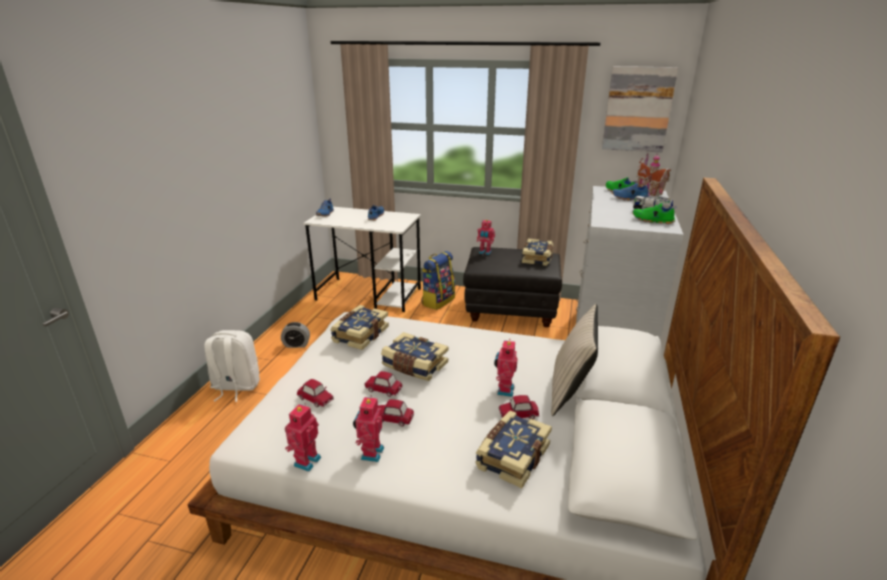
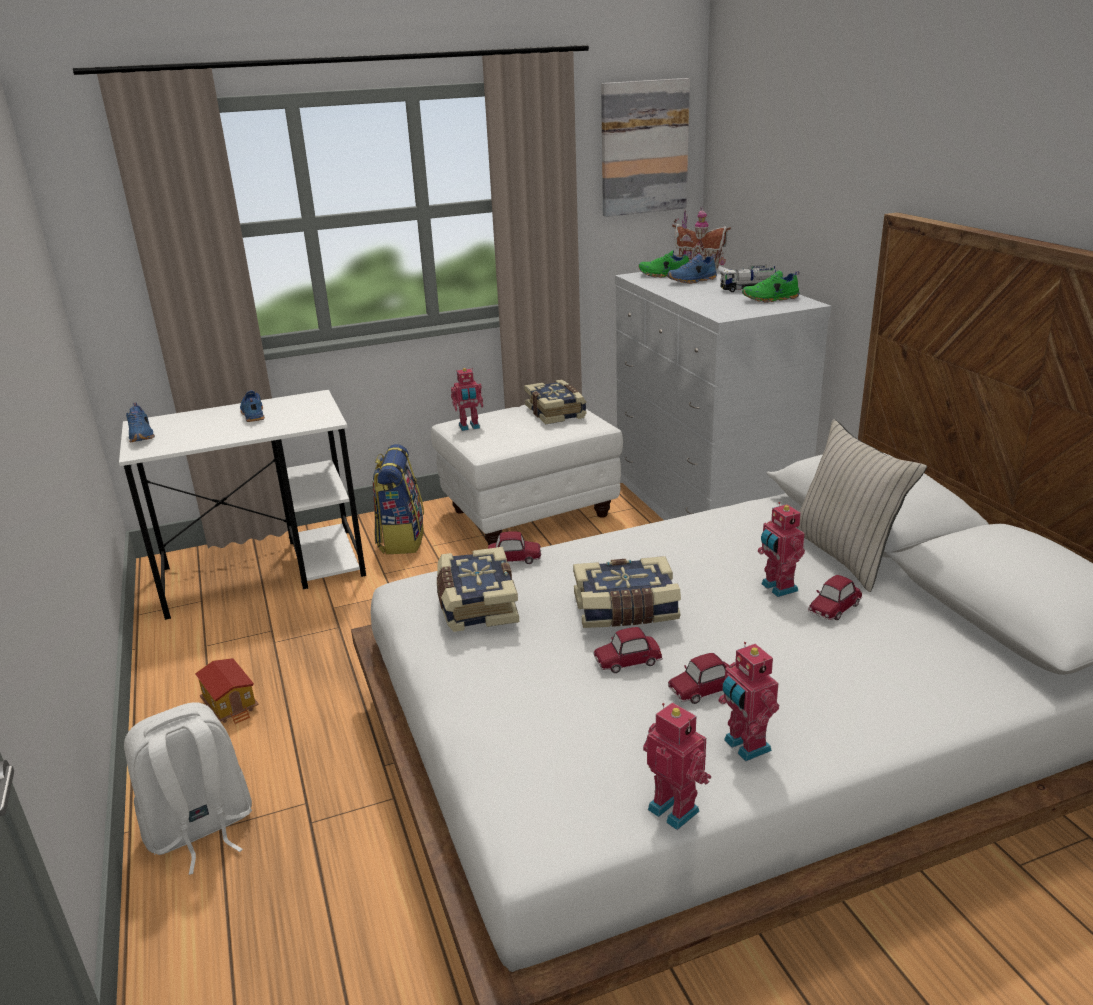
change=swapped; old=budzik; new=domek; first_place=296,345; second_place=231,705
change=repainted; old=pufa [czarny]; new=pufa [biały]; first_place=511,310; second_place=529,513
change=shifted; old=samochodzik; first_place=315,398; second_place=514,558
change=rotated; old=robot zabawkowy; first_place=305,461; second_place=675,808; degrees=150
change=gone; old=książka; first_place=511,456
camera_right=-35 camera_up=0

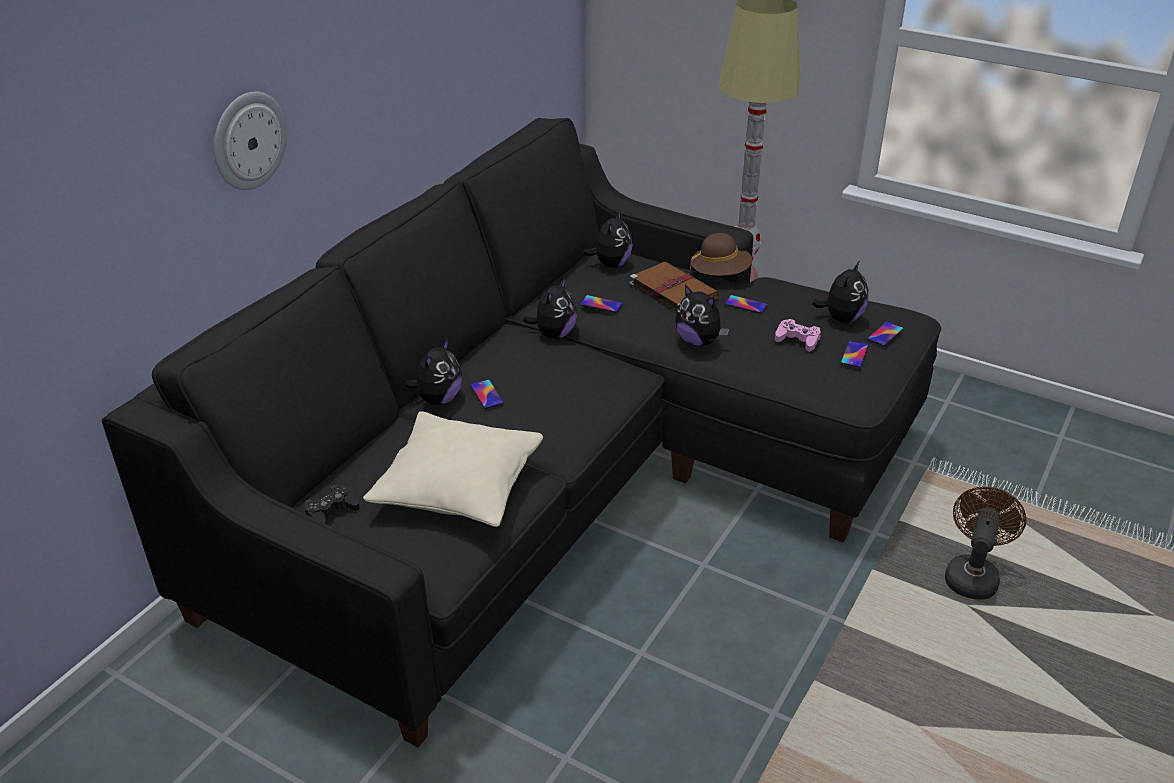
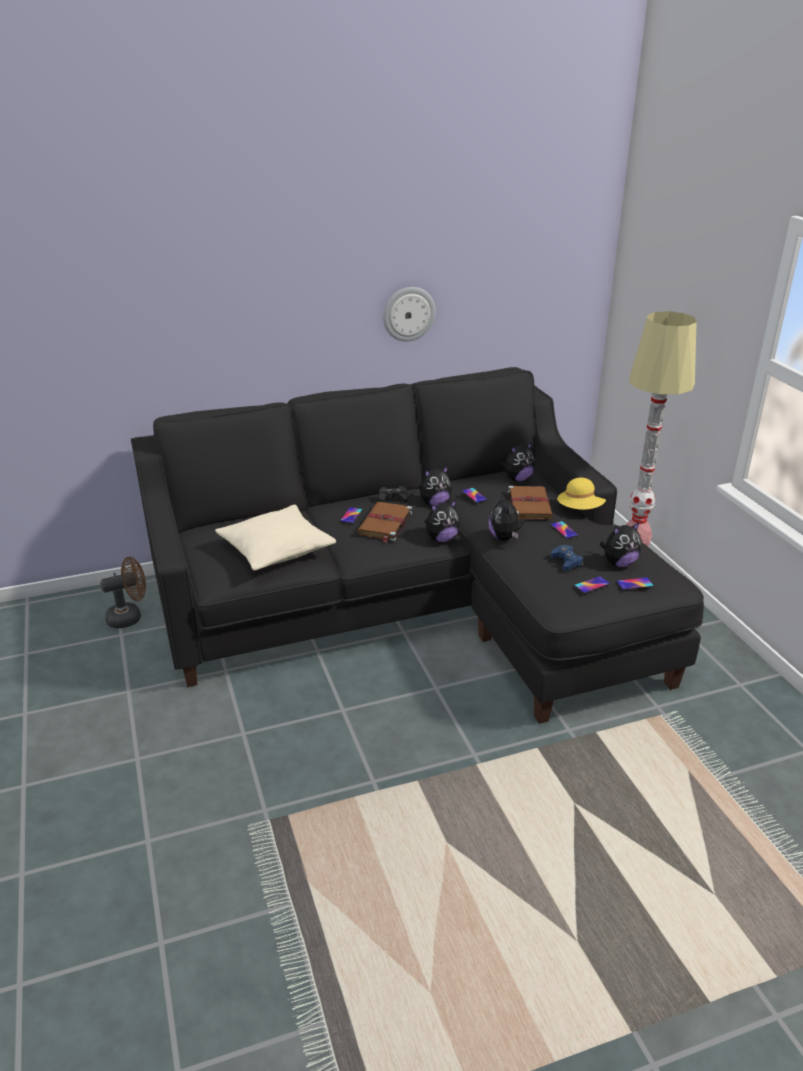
change=shifted; old=wentylator [brązowy]; first_place=972,575; second_place=130,617
change=new; new=książka [brązowy]; second_place=385,524
change=shifted; old=pad do gier [czarny]; first_place=331,512; second_place=393,498
change=shifted; old=zegar ścienny; first_place=248,140; second_place=408,313
change=shifted; old=pluszak; first_place=438,399; second_place=441,539
change=repainted; old=pad do gier [różowy]; new=pad do gier [niebieski]; first_place=797,339; second_place=566,561
change=repainted; old=kapelusz [brązowy]; new=kapelusz [żółty]; first_place=720,274; second_place=580,509
camera_right=40 camera_up=-5

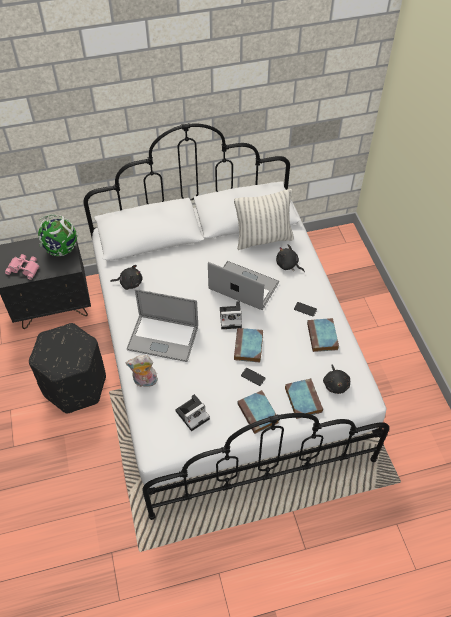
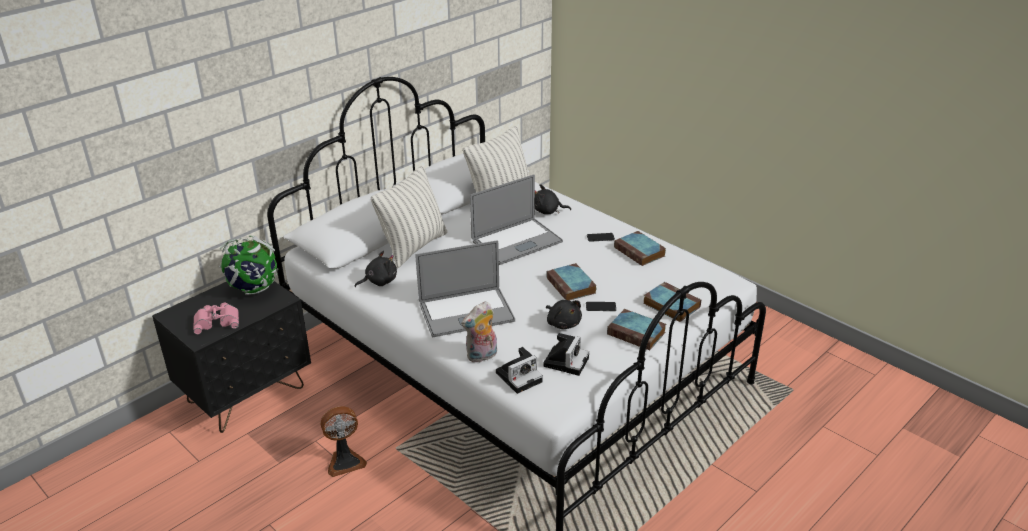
change=swapped; old=pufa [czarny]; new=wentylator; first_place=76,386; second_place=345,461
change=new; new=poduszka; second_place=414,247
change=rotated; old=laptop; first_place=243,286; second_place=517,241; degrees=150
change=shifted; old=aparat fotograficzny; first_place=231,318; second_place=520,376
change=shifted; old=pluszak [czarny]; first_place=335,384; second_place=563,323
camera_right=-30 camera_up=-20

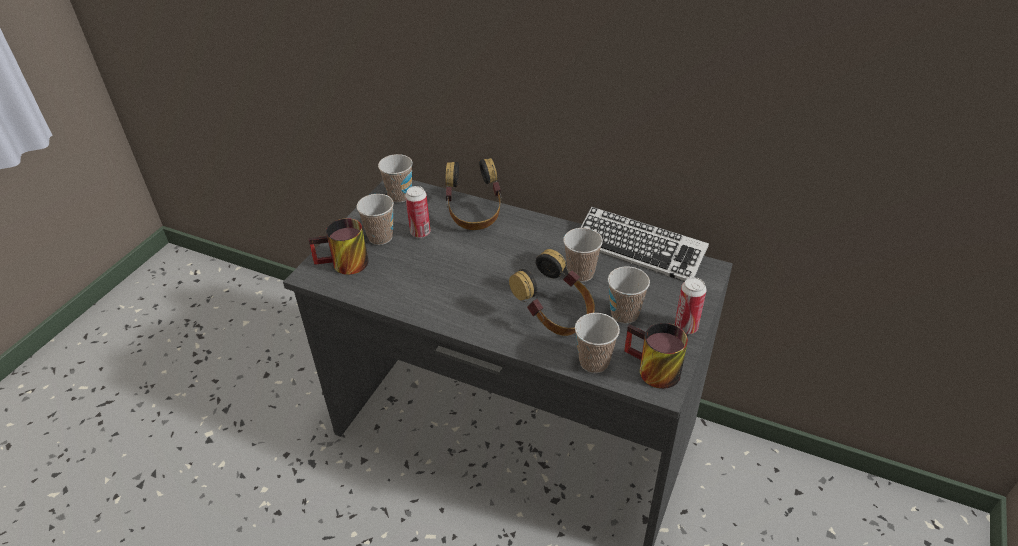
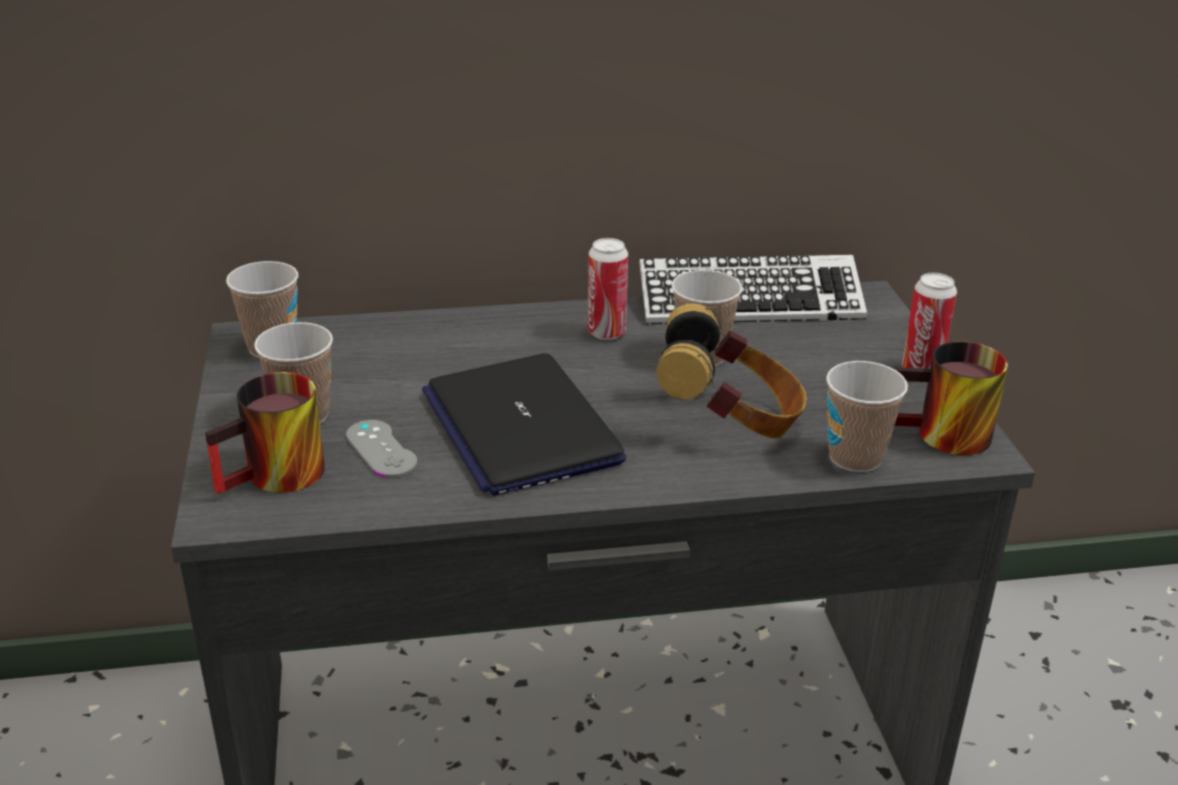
change=new; new=pad do gier [szary]; second_place=381,449
change=new; new=laptop; second_place=520,426
change=shifted; old=puszka; first_place=420,232; second_place=606,332
change=gone; old=słuchawki; first_place=474,214
change=gone; old=filiżanka; first_place=624,314
camera_right=-35 camera_up=-10

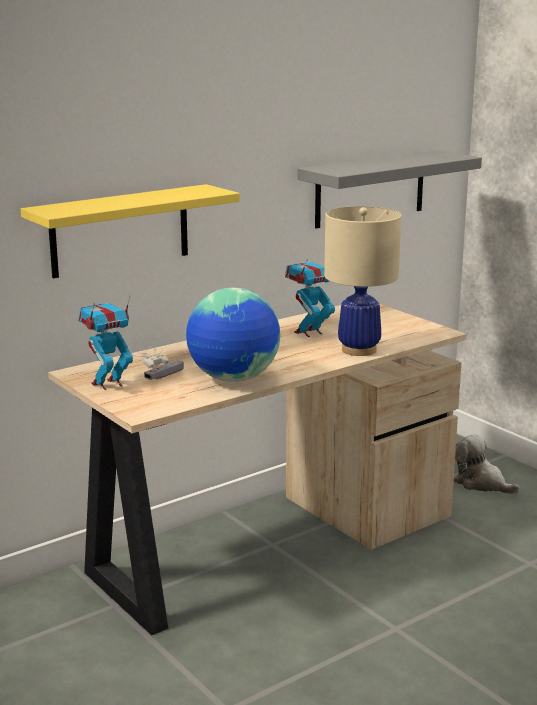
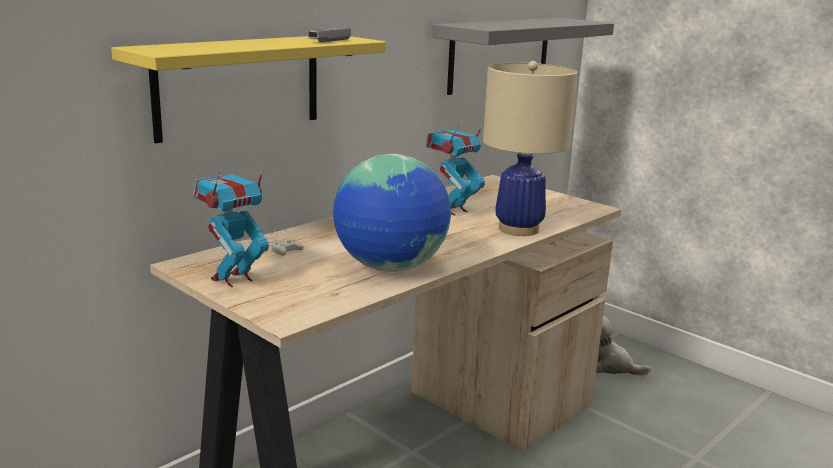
change=shifted; old=pad do gier [szary]; first_place=164,376; second_place=329,41
camera_right=-10 camera_up=0

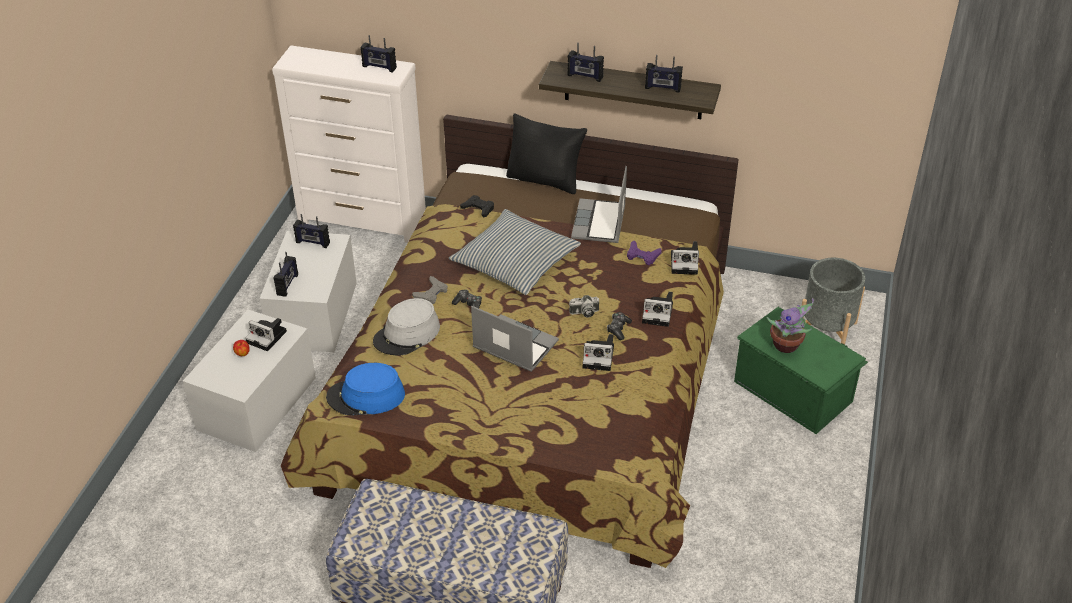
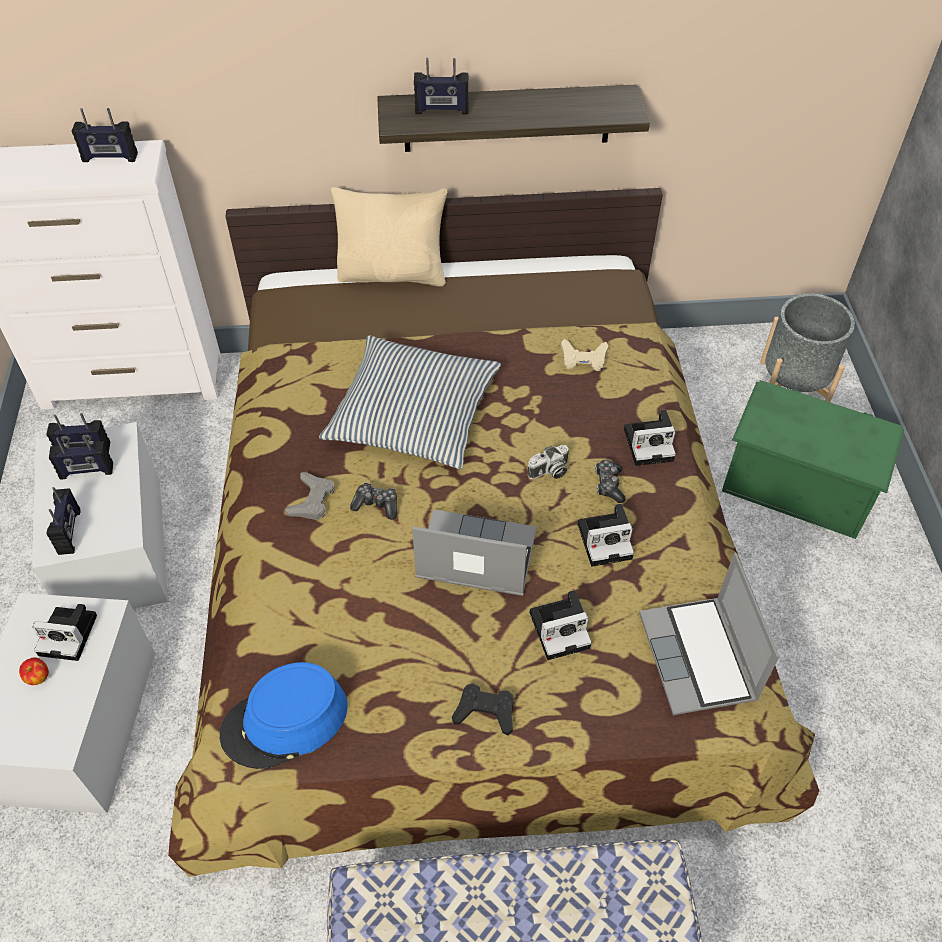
change=shifted; old=radio; first_place=662,88; second_place=86,472
change=repainted; old=poduszka [czarny]; new=poduszka [beżowy]; first_place=545,180; second_place=393,274
change=shifted; old=pad do gier [czarny]; first_place=478,209; second_place=485,711
change=shifted; old=aparat fotograficzny; first_place=685,263; second_place=561,628
change=repainted; old=pad do gier [fioletowy]; new=pad do gier [beżowy]; first_place=642,256; second_place=583,359
change=shifted; old=laptop; first_place=599,223; second_place=699,658
change=gone; old=kapelusz [szary]; first_place=407,334
change=gone; old=roślina doniczkowa; first_place=787,346
camera_right=-20 camera_up=10

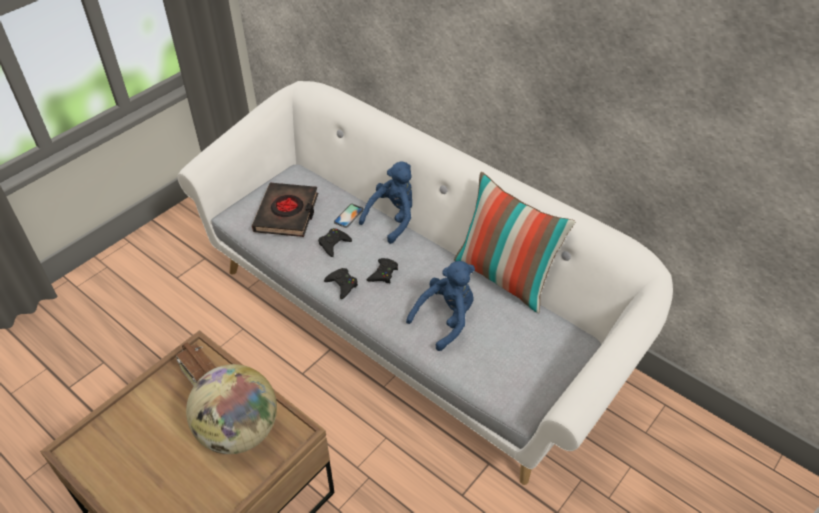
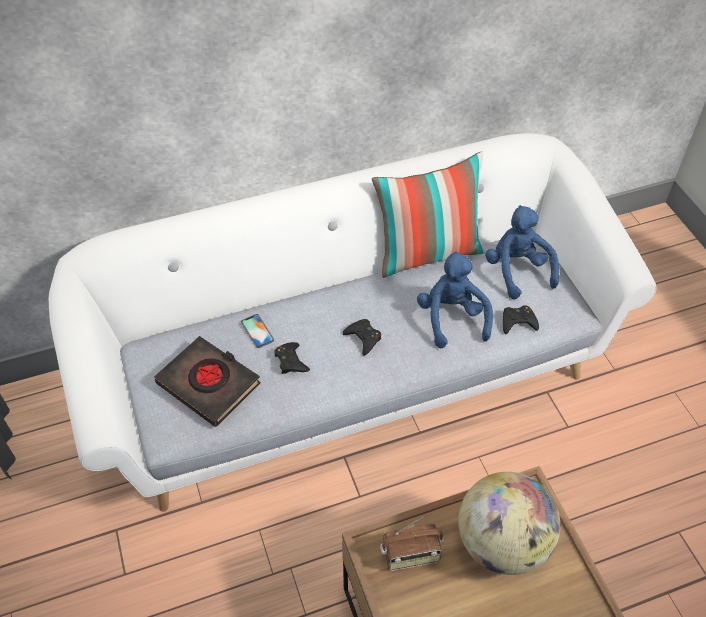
change=shifted; old=pluszak [niebieski]; first_place=393,219; second_place=517,271
change=shifted; old=pad do gier [czarny]; first_place=342,285; second_place=518,322
camera_right=-60 camera_up=5

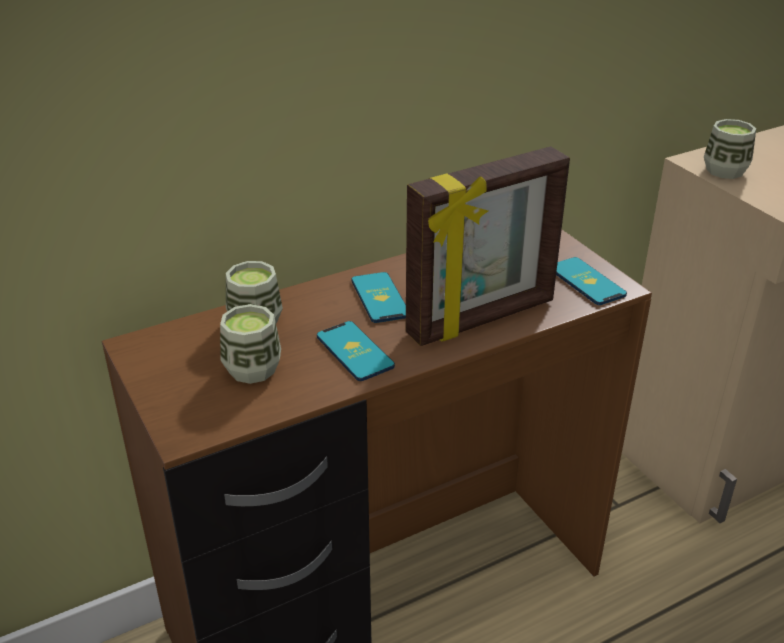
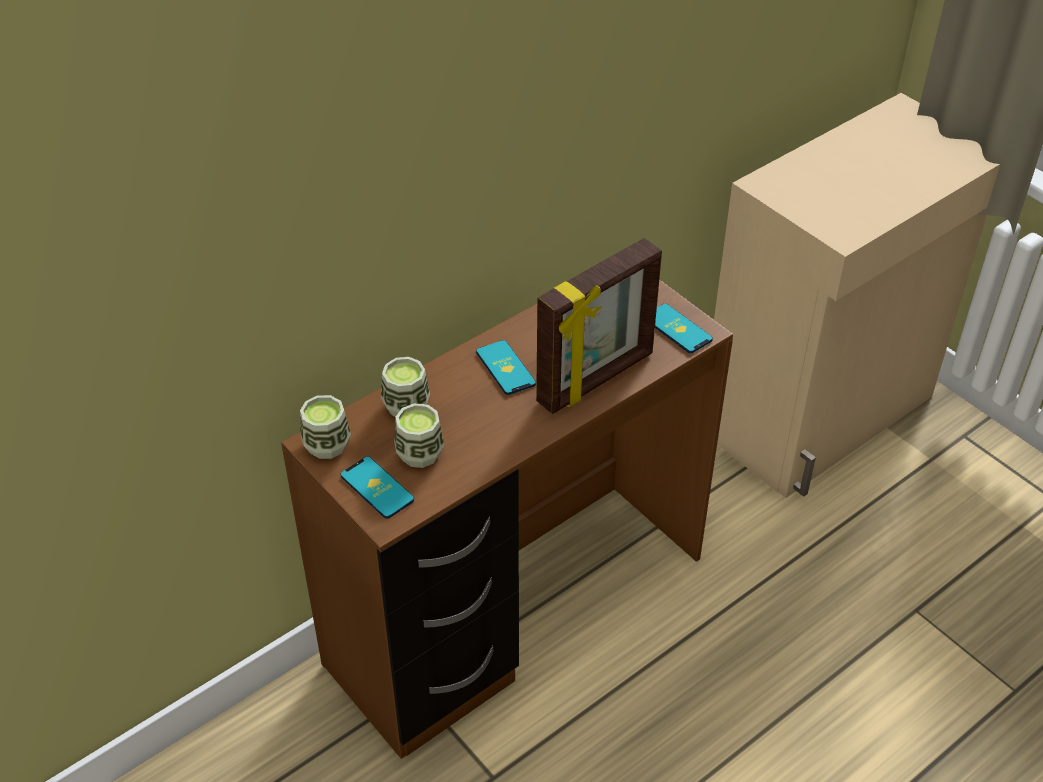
change=shifted; old=filiżanka; first_place=725,171; second_place=327,445
change=shifted; old=telefon; first_place=354,351; second_place=377,488
camera_right=-10 camera_up=10

